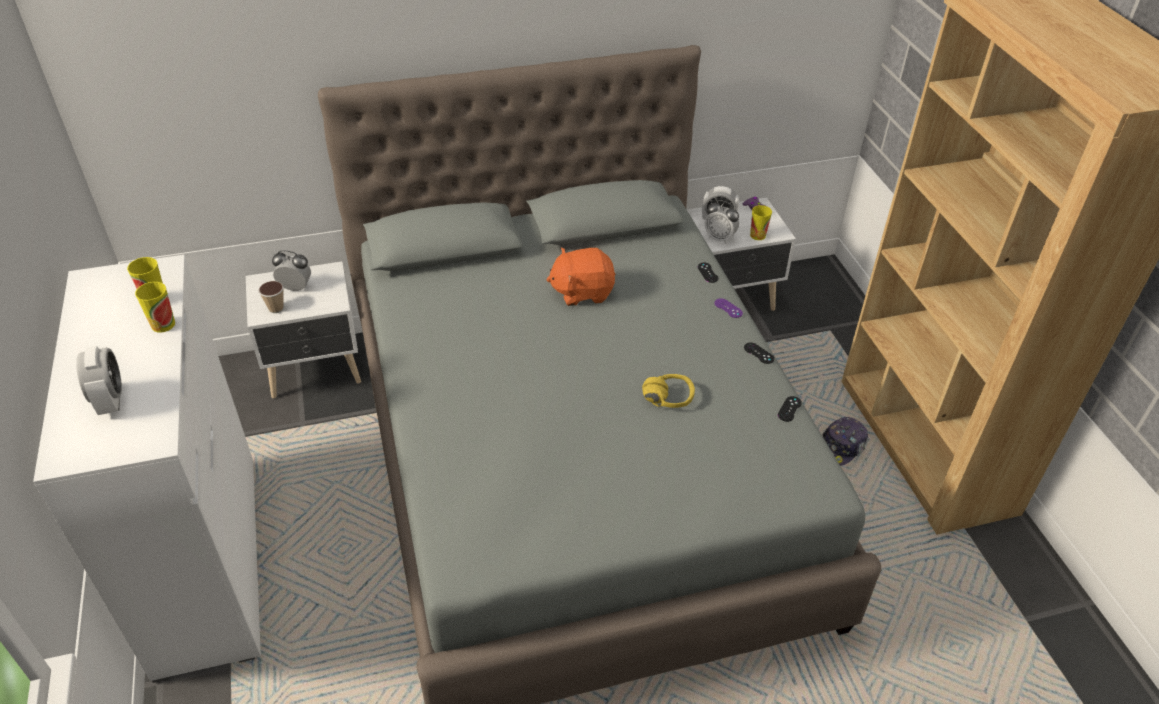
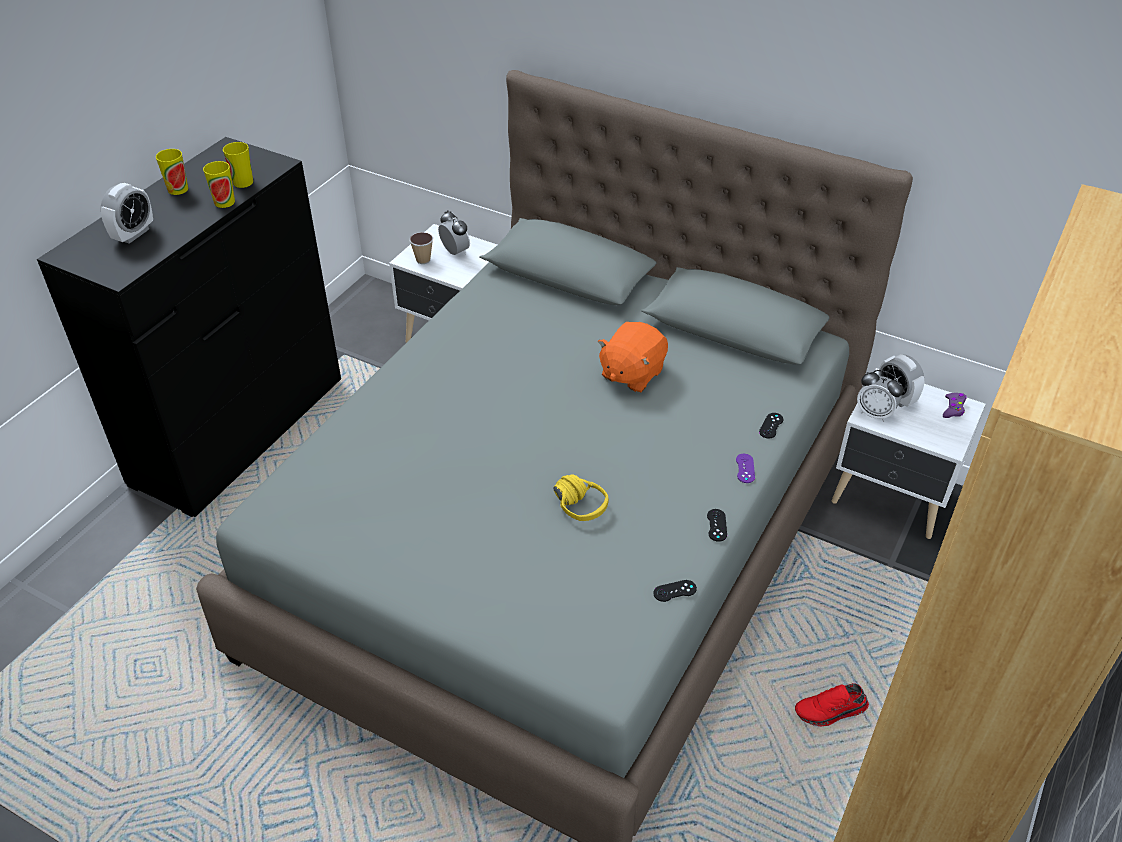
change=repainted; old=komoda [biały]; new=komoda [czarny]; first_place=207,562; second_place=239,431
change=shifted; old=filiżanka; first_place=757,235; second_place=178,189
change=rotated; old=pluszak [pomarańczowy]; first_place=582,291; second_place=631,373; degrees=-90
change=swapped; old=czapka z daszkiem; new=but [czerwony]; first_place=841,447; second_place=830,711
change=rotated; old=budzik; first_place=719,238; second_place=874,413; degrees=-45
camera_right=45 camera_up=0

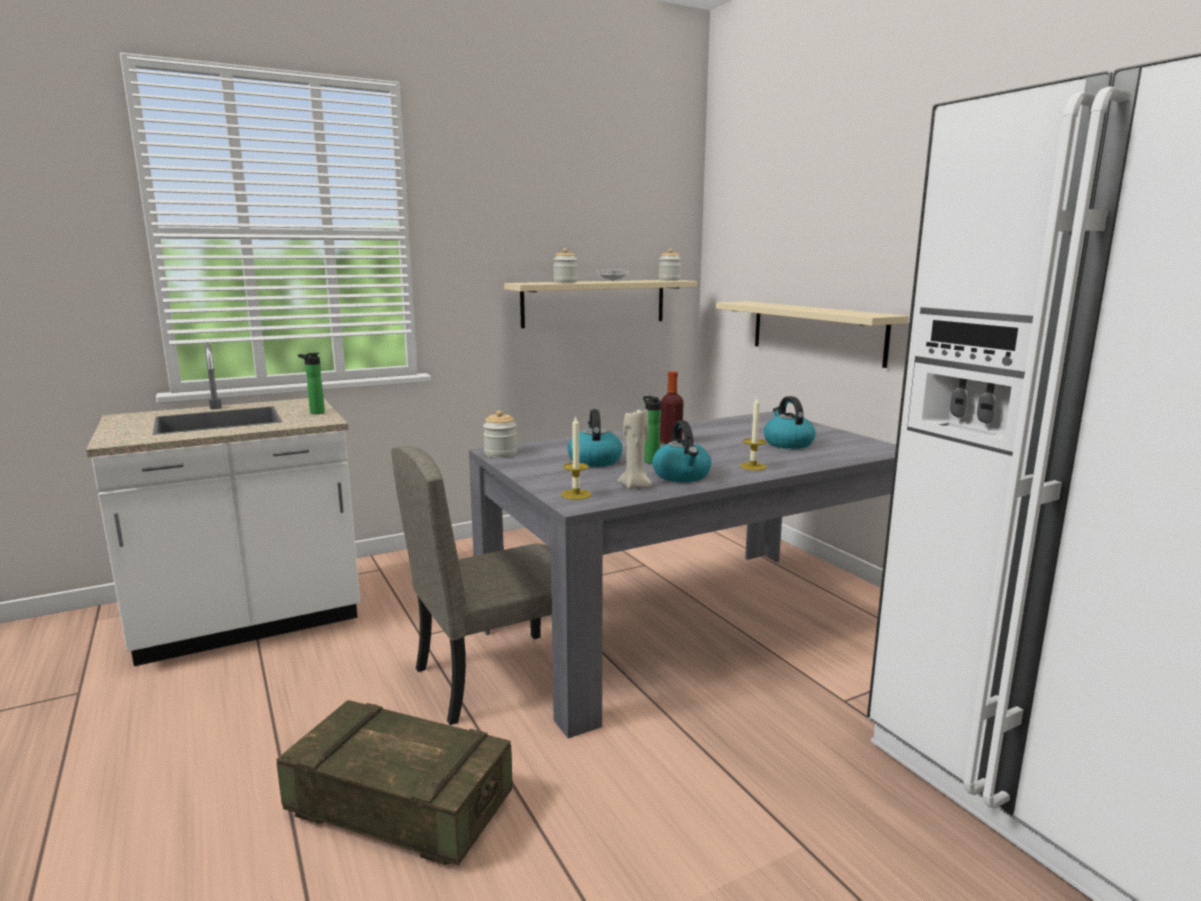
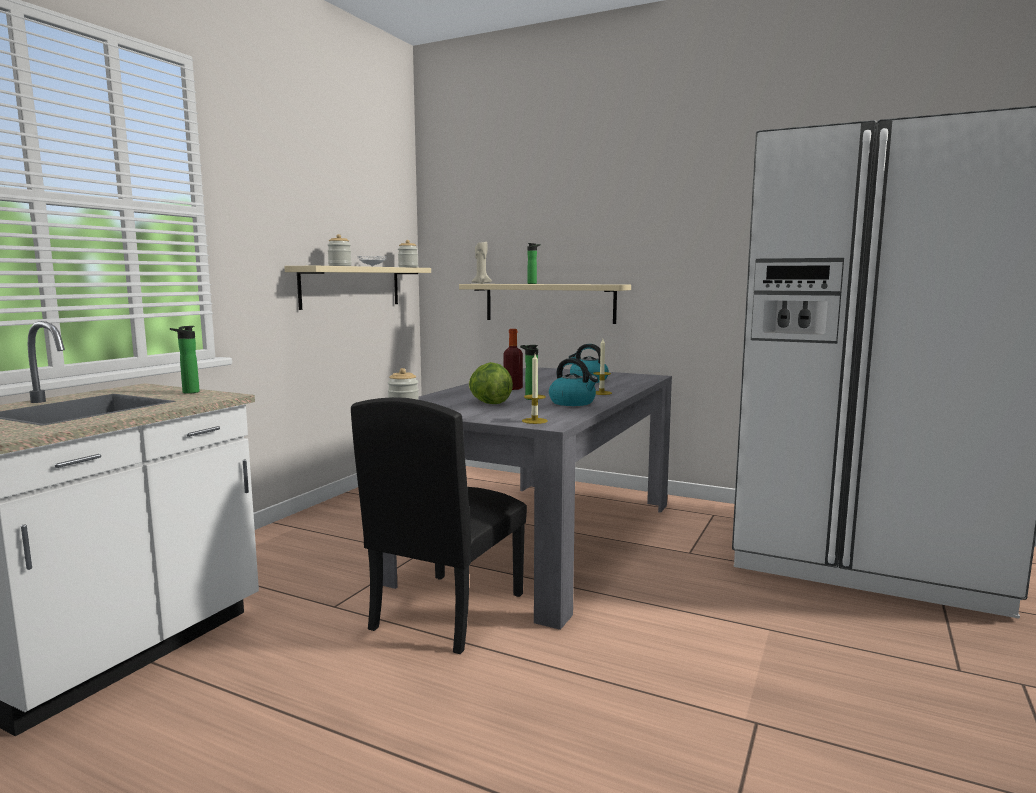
change=repainted; old=krzesło [beżowy]; new=krzesło [czarny]; first_place=497,675; second_place=447,611
change=swapped; old=czajnik; new=sałata; first_place=594,460; second_place=489,403
change=shifted; old=świeca [beżowy]; first_place=635,486; second_place=481,283
change=new; new=butelka; second_place=533,283
change=gone; old=skrzynka; first_place=400,807
camera_right=-35 camera_up=-5

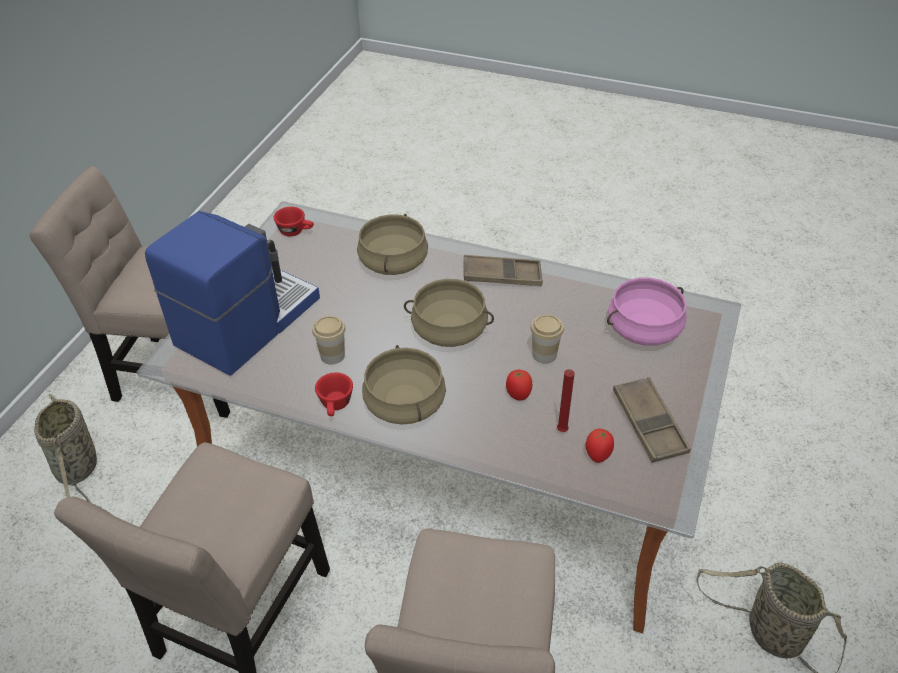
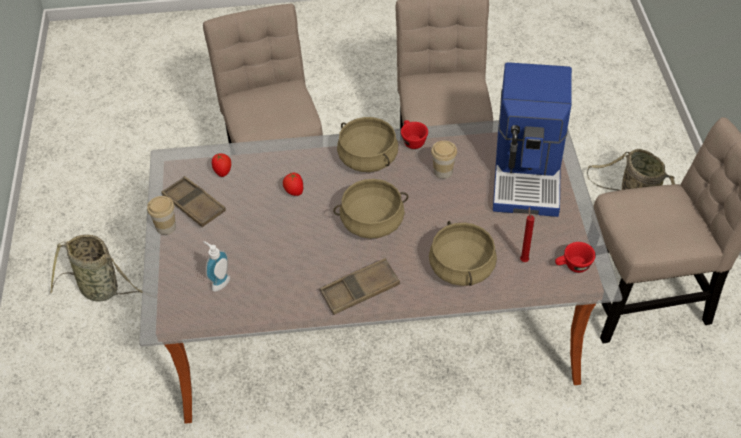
change=shifted; old=filiżanka; first_place=544,354; second_place=166,227
change=swapped; old=garnek [różowy]; new=dozownik mydła; first_place=643,329; second_place=218,282
change=shifted; old=świeca [czerwony]; first_place=561,432; second_place=524,259
camera_right=155 camera_up=5

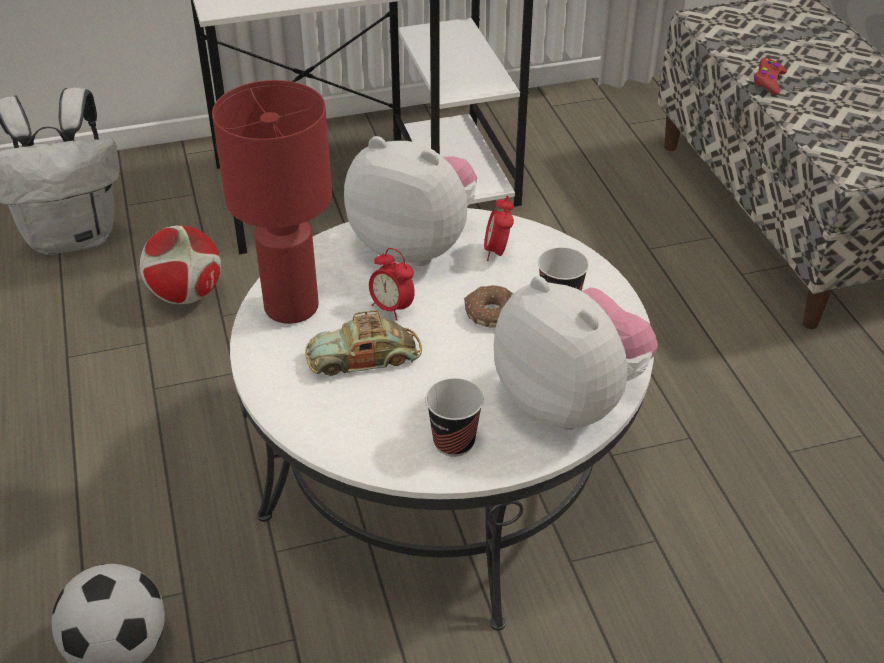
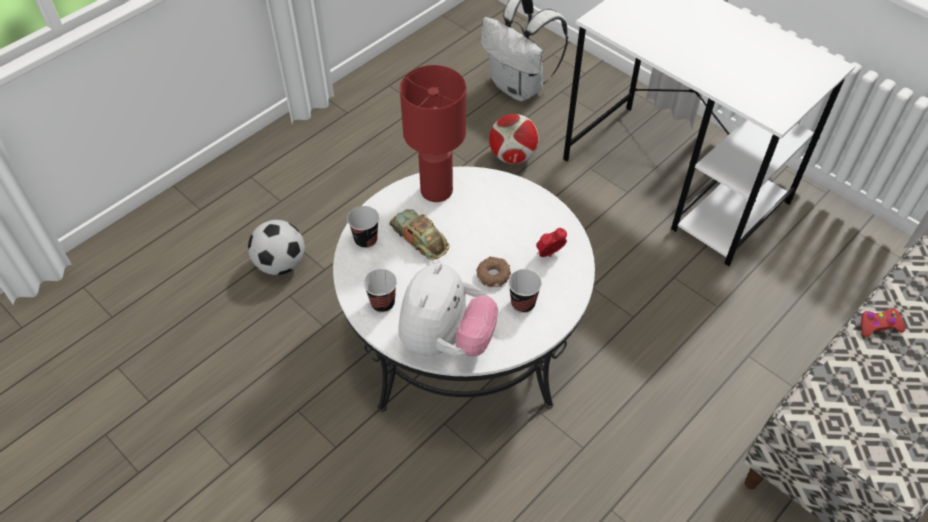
change=new; new=filiżanka; second_place=366,240
change=gone; old=pluszak; first_place=415,245
change=gone; old=budzik; first_place=392,308
camera_right=60 camera_up=10

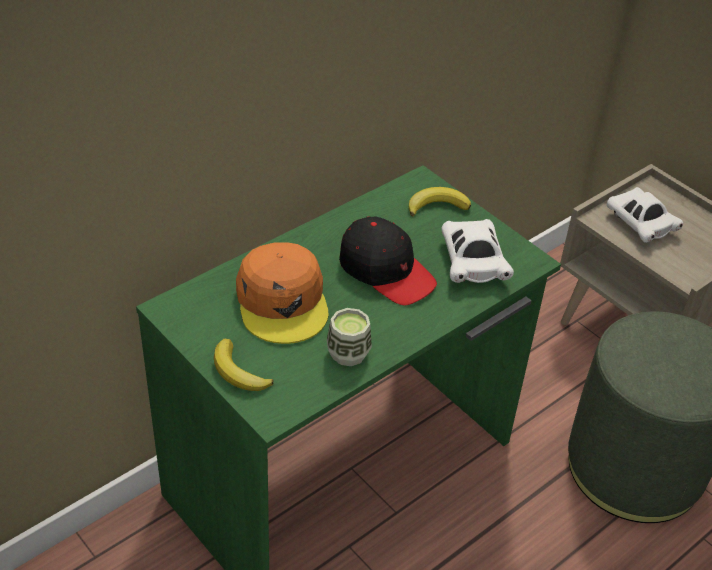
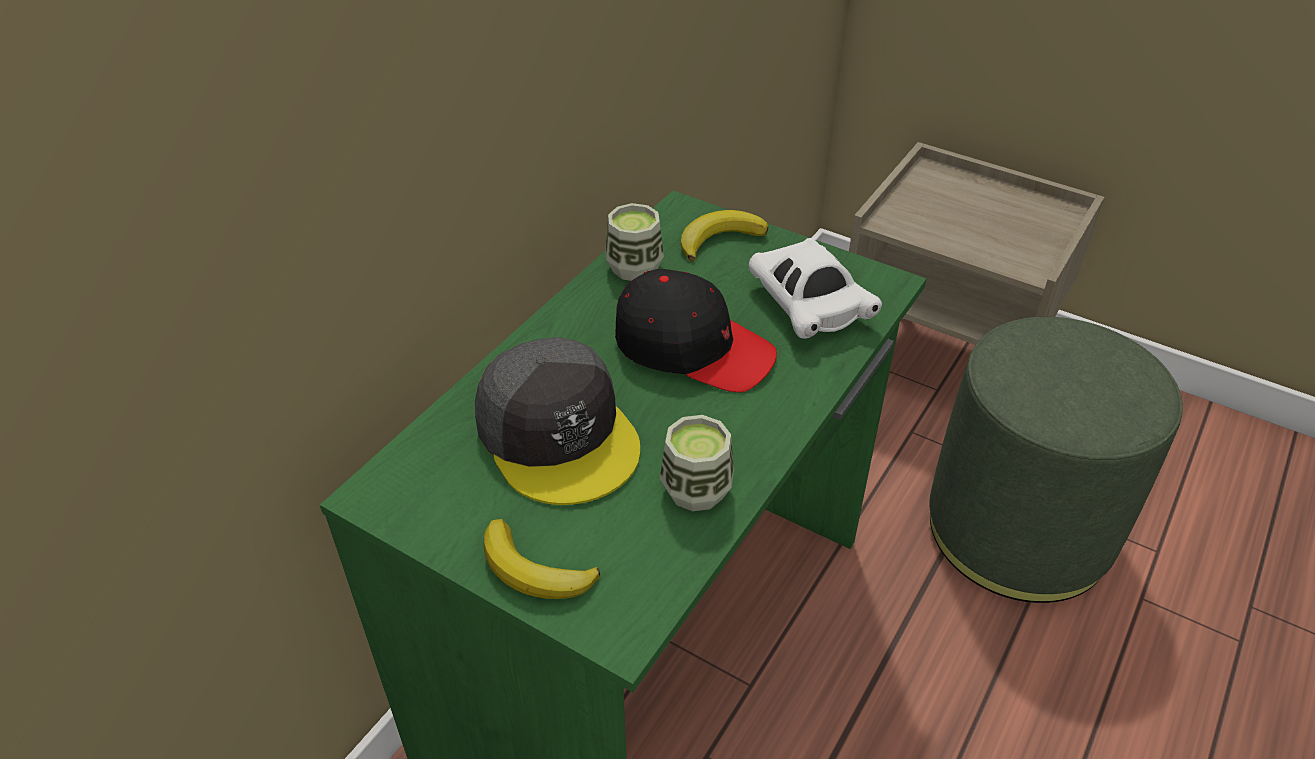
change=repainted; old=czapka z daszkiem [pomarańczowy]; new=czapka z daszkiem [szary]; first_place=282,301; second_place=558,434
change=new; new=filiżanka; second_place=634,267
change=gone; old=samochodzik [biały]; first_place=640,224
camera_right=-15 camera_up=0

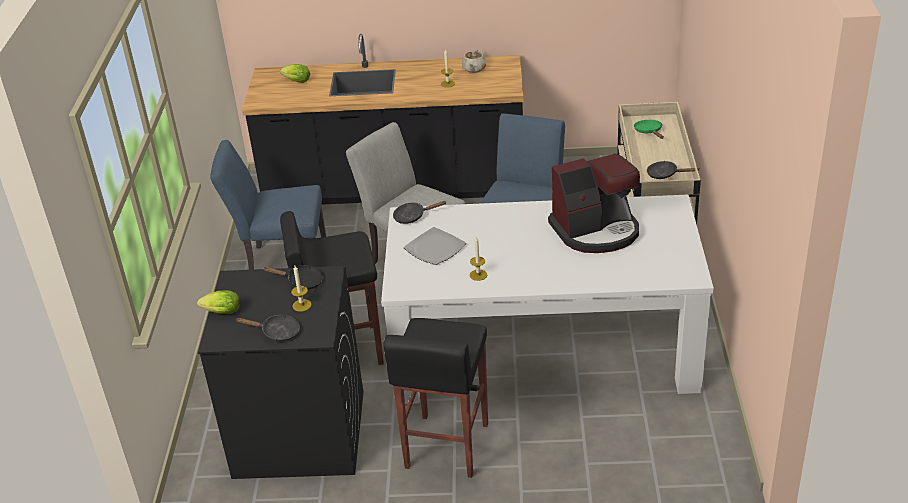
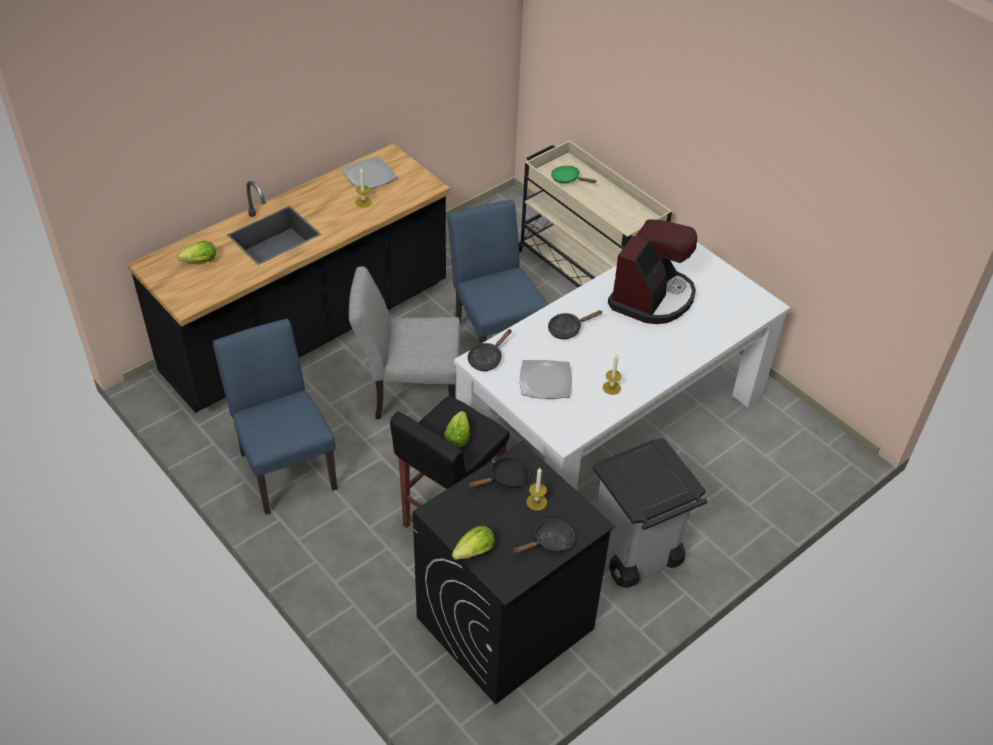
change=rotated; old=krzesło [niebieski]; first_place=281,262; second_place=285,465; degrees=105
change=swapped; old=imbryk [beżowy]; new=talerz; first_place=474,69; second_place=369,175
change=new; new=sałata; second_place=458,436
change=shifted; old=patelnia [czarny]; first_place=665,174; second_place=567,329
change=swapped; old=stołek [czarny]; new=kosz na śmieci [szary]; first_place=445,446; second_place=635,557
camera_right=-45 camera_up=10

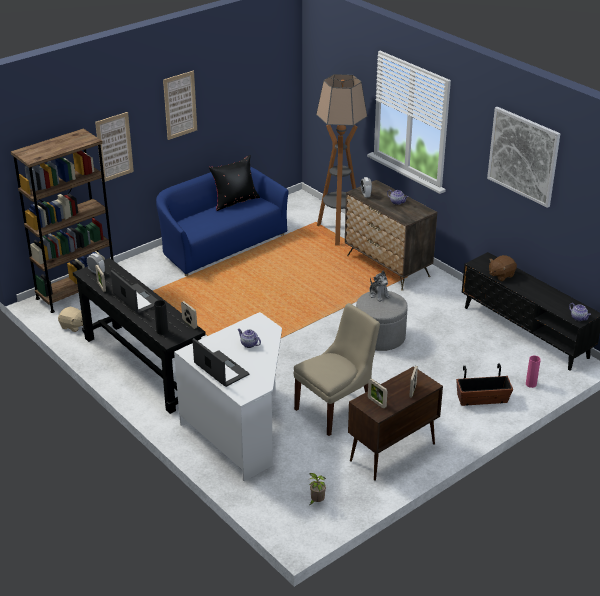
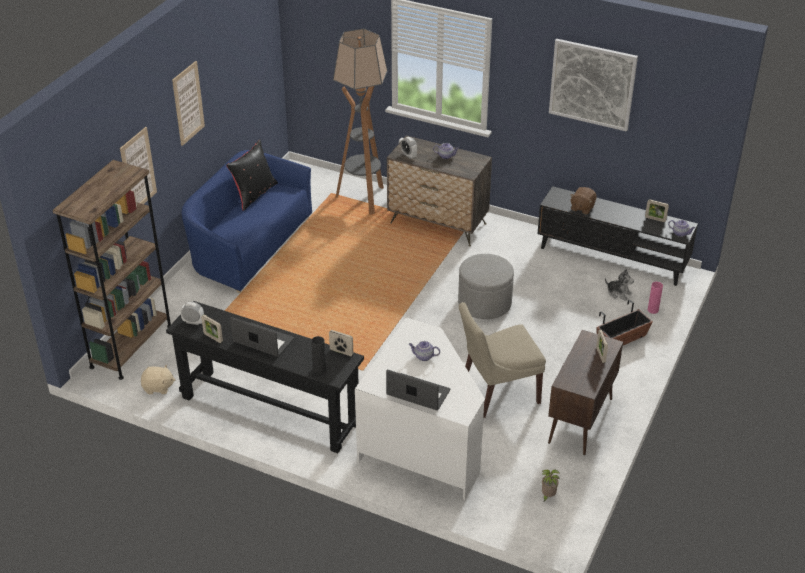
change=rotated; old=krzesło [beżowy]; first_place=336,408; second_place=497,393; degrees=-135
change=shifted; old=pluszak; first_place=378,295; second_place=618,293
change=shifted; old=ramka na zdjęcie; first_place=377,403; second_place=655,219
camera_right=-25 camera_up=5

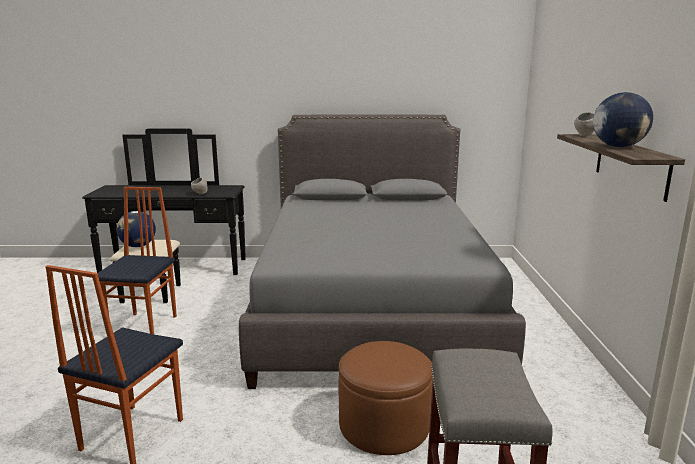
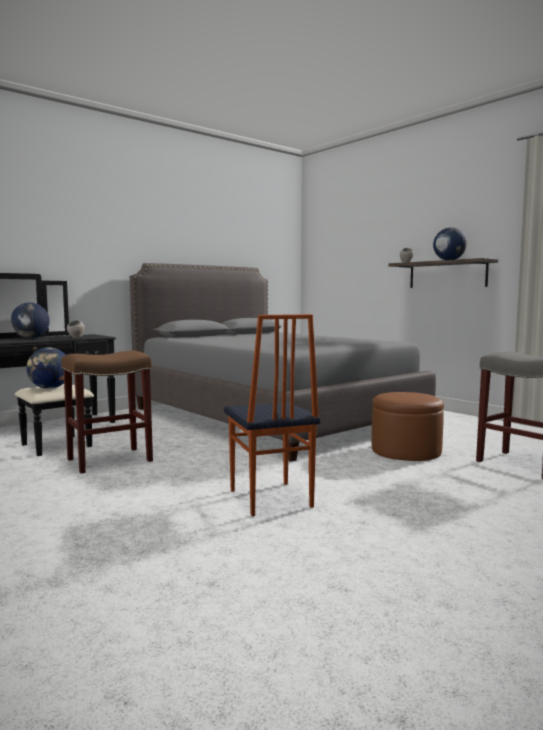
change=new; new=globus; second_place=31,338
change=swapped; old=krzesło; new=stołek [brązowy]; first_place=145,326; second_place=110,460
camera_right=-40 camera_up=-10

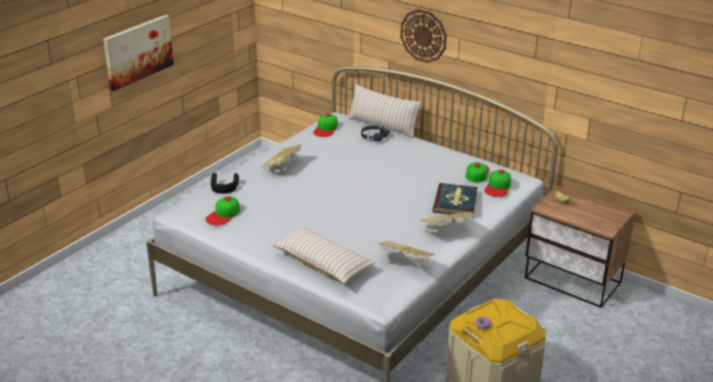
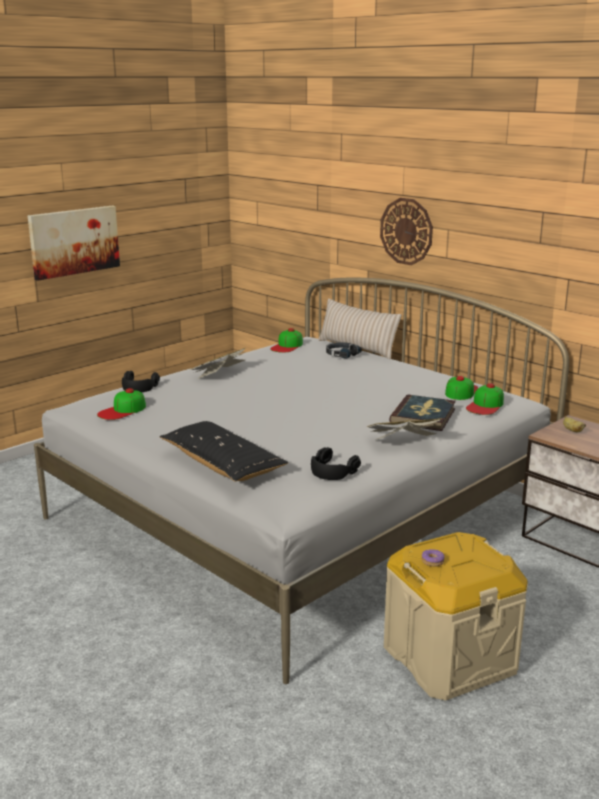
change=repainted; old=poduszka [beżowy]; new=poduszka [czarny]; first_place=323,263; second_place=222,464
change=swapped; old=książka; new=słuchawki [czarny]; first_place=404,263; second_place=332,470
camera_right=10 camera_up=-10

